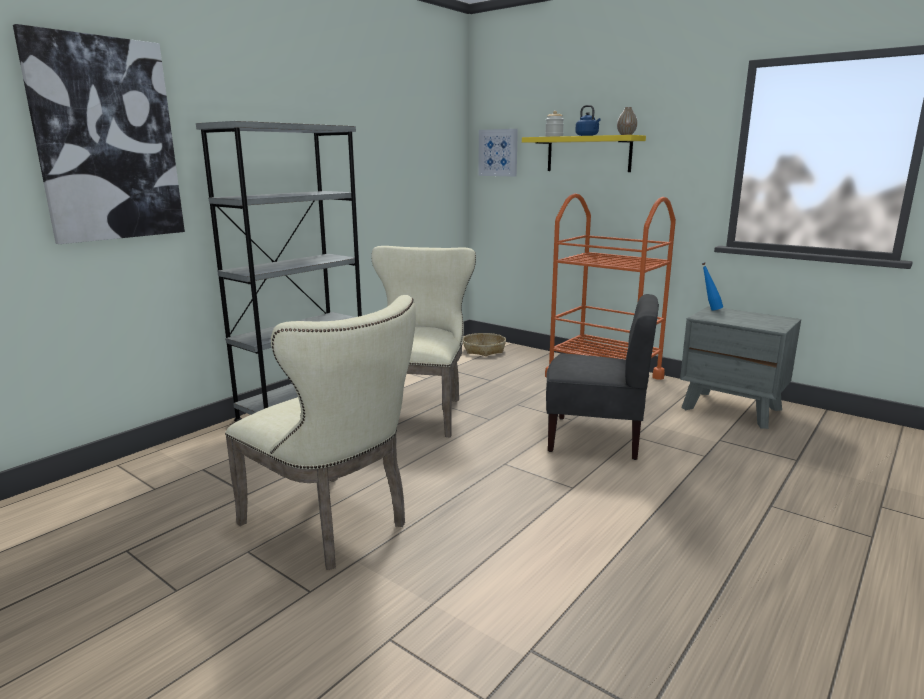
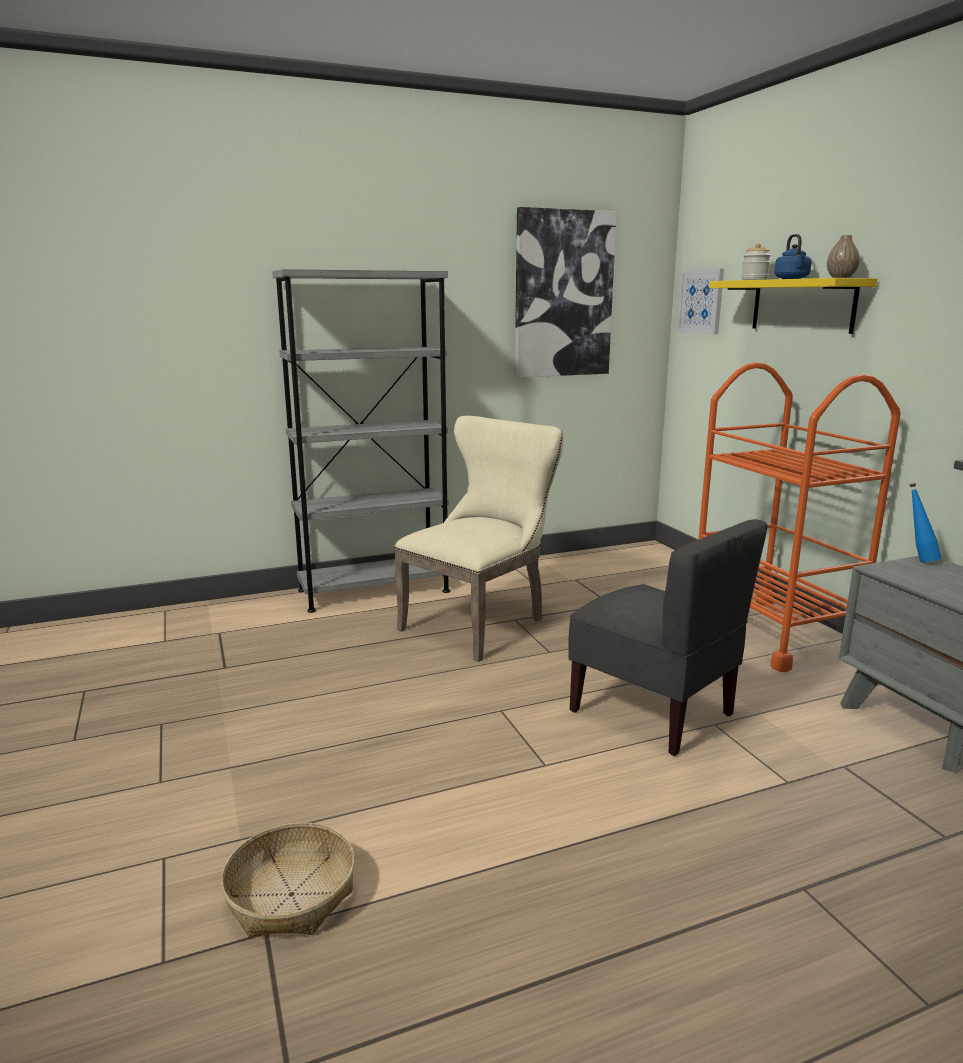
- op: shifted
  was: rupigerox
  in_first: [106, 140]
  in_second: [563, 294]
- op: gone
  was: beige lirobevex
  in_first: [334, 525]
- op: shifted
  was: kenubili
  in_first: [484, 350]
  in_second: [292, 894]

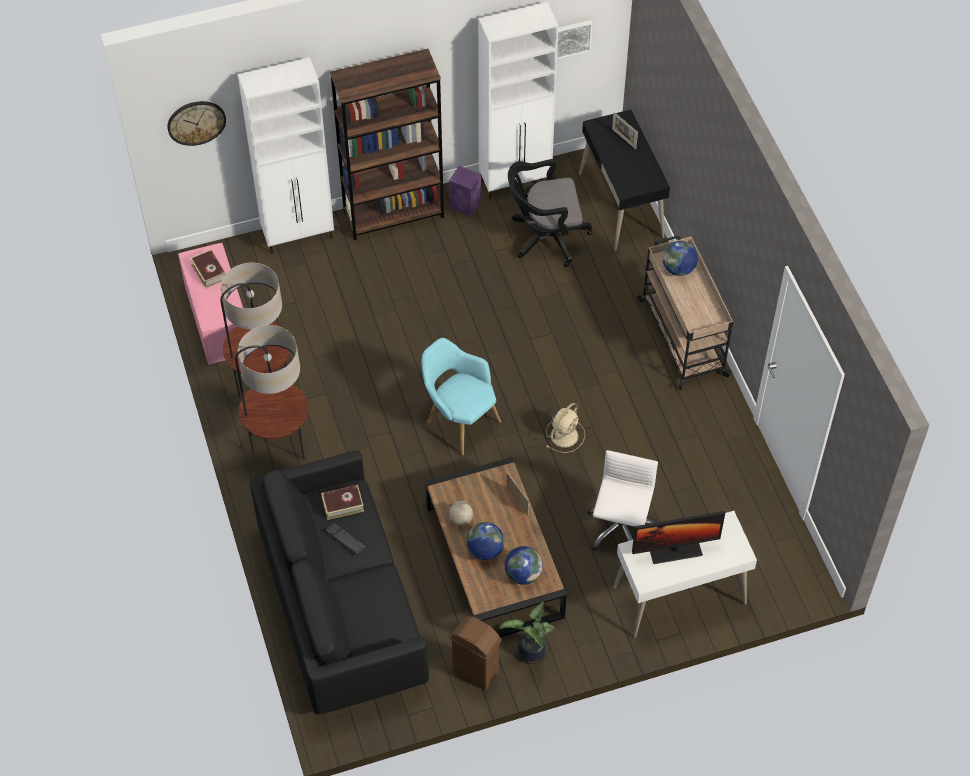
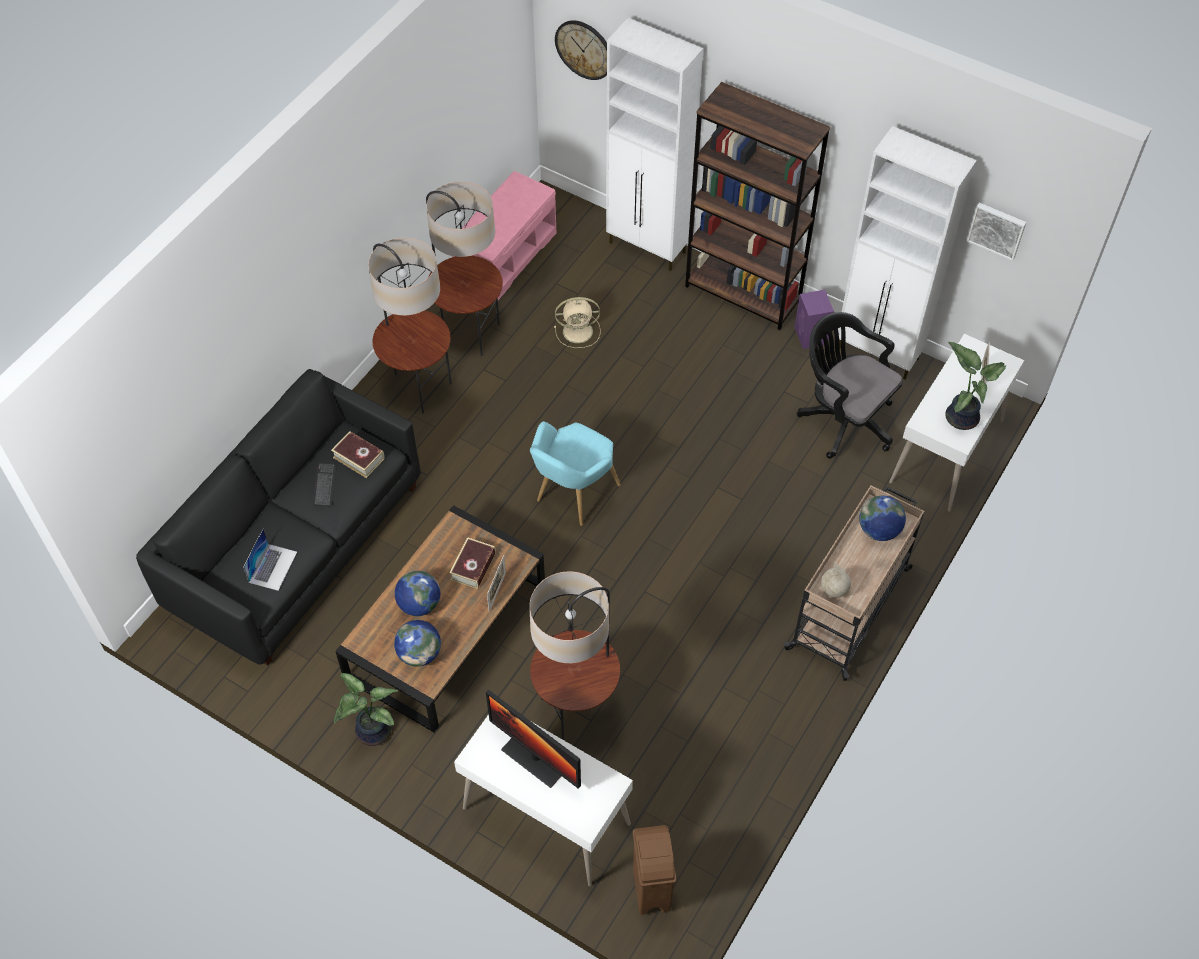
- op: shifted
  was: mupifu
  in_first: [209, 271]
  in_second: [473, 566]
- op: rotated
  was: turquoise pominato
  in_first: [459, 420]
  in_second: [572, 495]
  clockwise: -150
- op: shifted
  was: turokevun
  in_first: [461, 520]
  in_second: [834, 590]
- op: shifted
  was: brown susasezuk
  in_first: [475, 671]
  in_second: [651, 888]
- op: shifted
  was: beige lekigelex
  in_first: [565, 434]
  in_second: [579, 331]
- op: repainted
  was: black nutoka
  now: white nutoka
  in_first: [621, 205]
  in_second: [947, 451]
- op: swapped
  was: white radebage
  now: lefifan
  in_first: [620, 528]
  in_second: [576, 709]
- op: new
  now: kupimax
  in_second: [273, 567]
- op: new
  now: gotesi
  in_second: [961, 416]

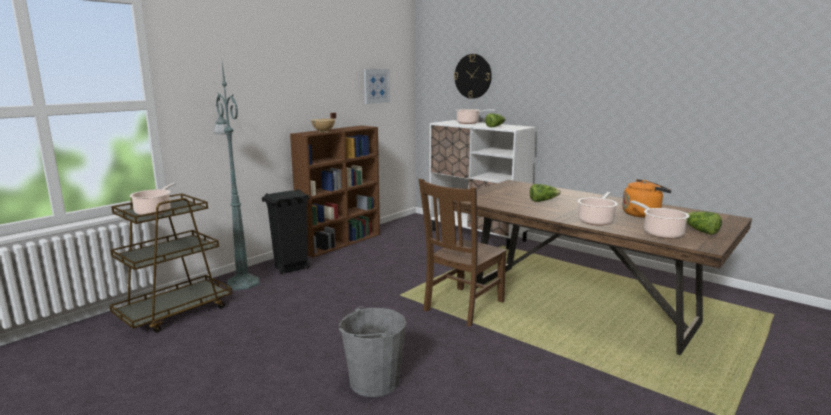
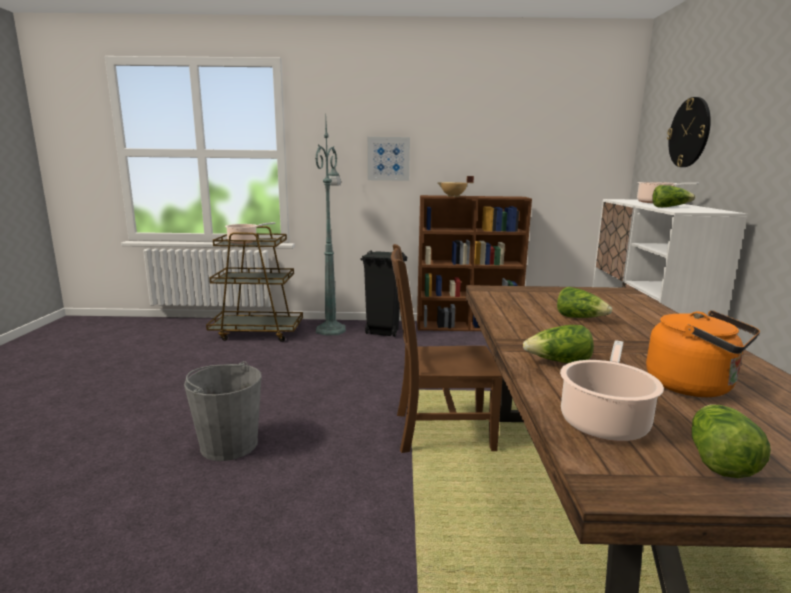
- op: shifted
  was: rupigerox
  in_first: [376, 86]
  in_second: [388, 159]
- op: swapped
  was: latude
  now: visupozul
  in_first: [596, 221]
  in_second: [558, 362]

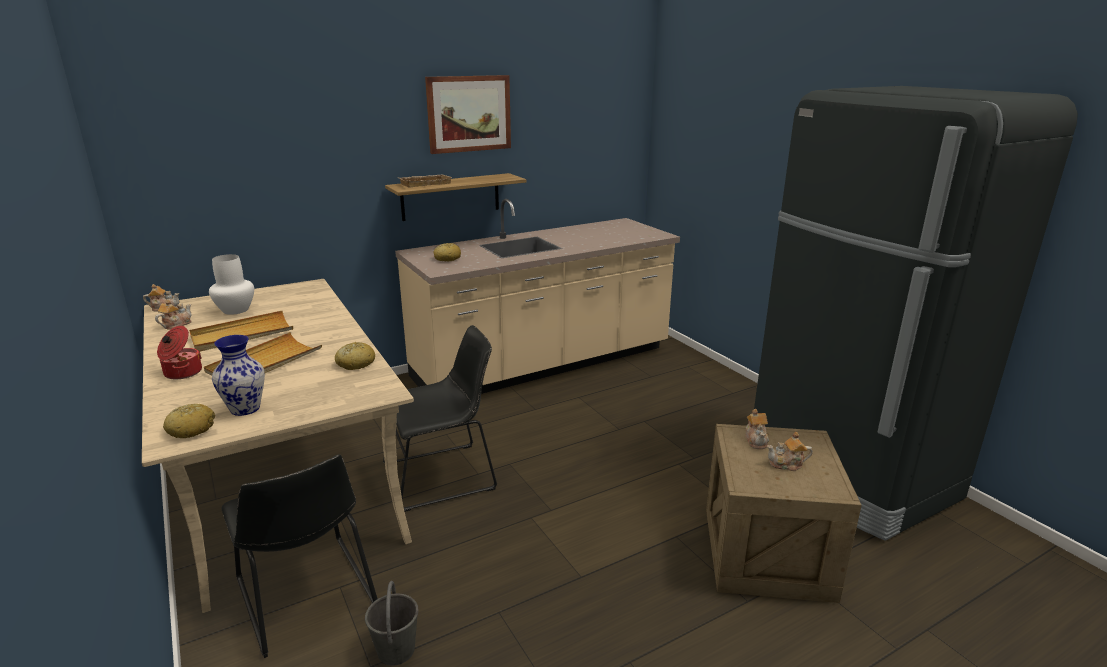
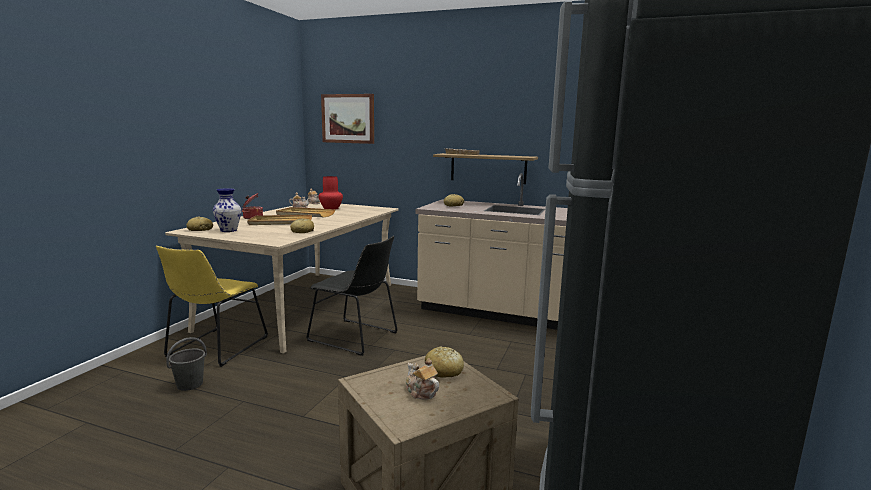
- op: repainted
  was: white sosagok
  now: red sosagok
  in_first: [235, 310]
  in_second: [331, 208]
- op: repainted
  was: black lirobevex
  now: yellow lirobevex
  in_first: [308, 597]
  in_second: [215, 348]
- op: shifted
  was: rupigerox
  in_first: [469, 113]
  in_second: [348, 118]
- op: swapped
  was: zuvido
  now: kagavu
  in_first: [756, 440]
  in_second: [444, 370]

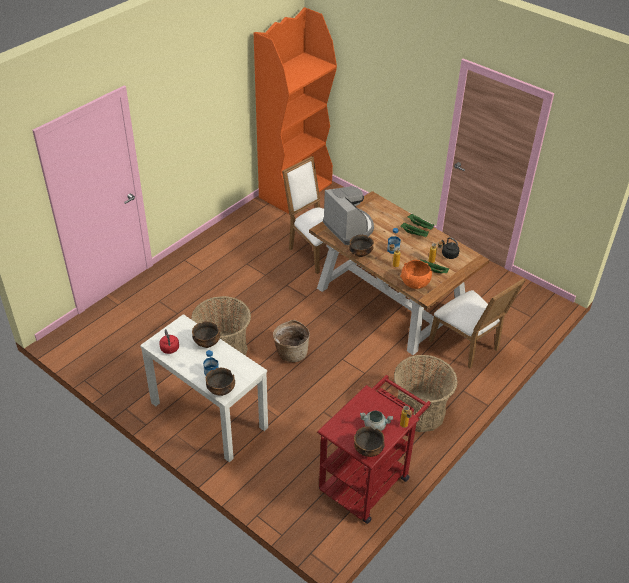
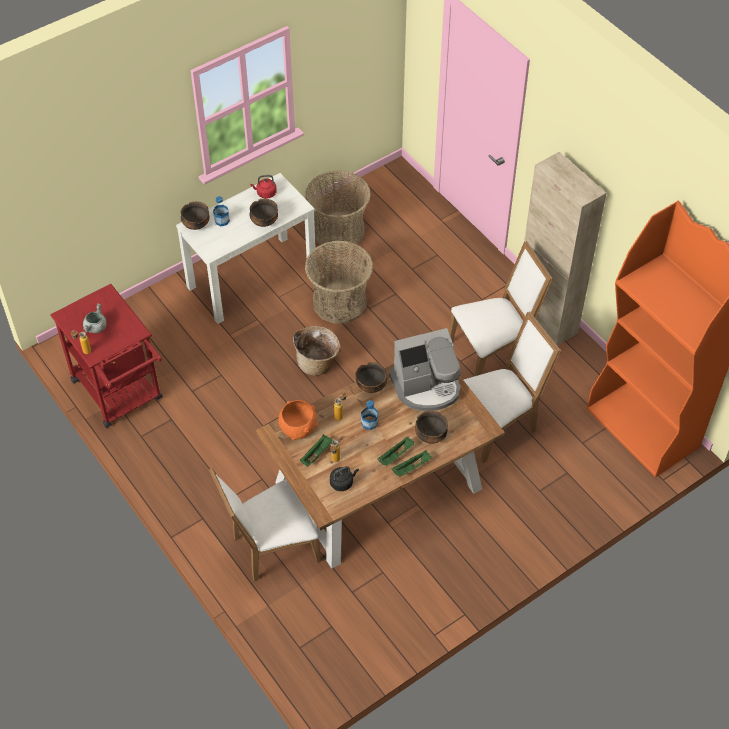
- op: shifted
  was: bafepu
  in_first: [368, 450]
  in_second: [430, 436]
- op: shifted
  was: kenubili
  in_first: [419, 412]
  in_second: [338, 231]
- op: new
  now: white lirobevex
  in_second: [493, 352]
- op: new
  now: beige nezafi
  in_second: [546, 319]

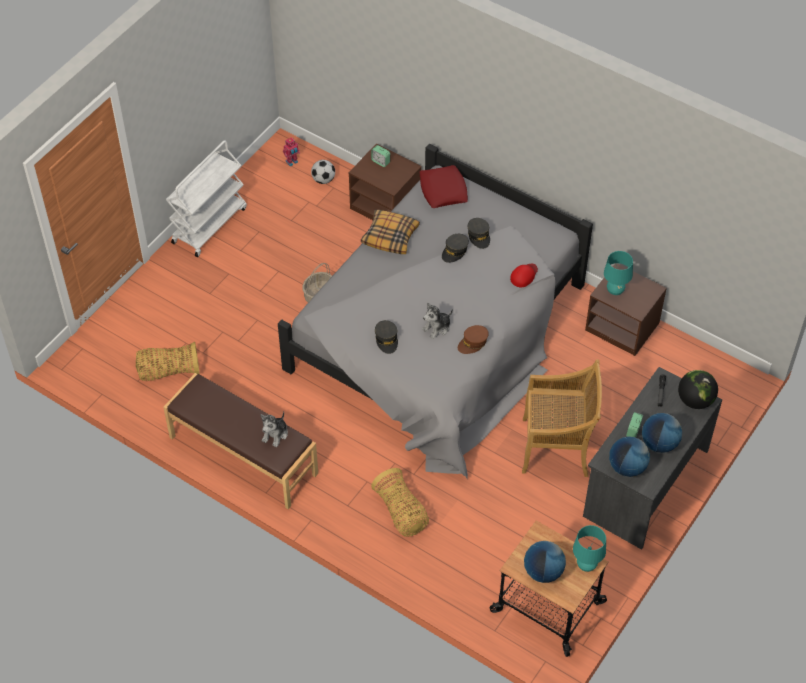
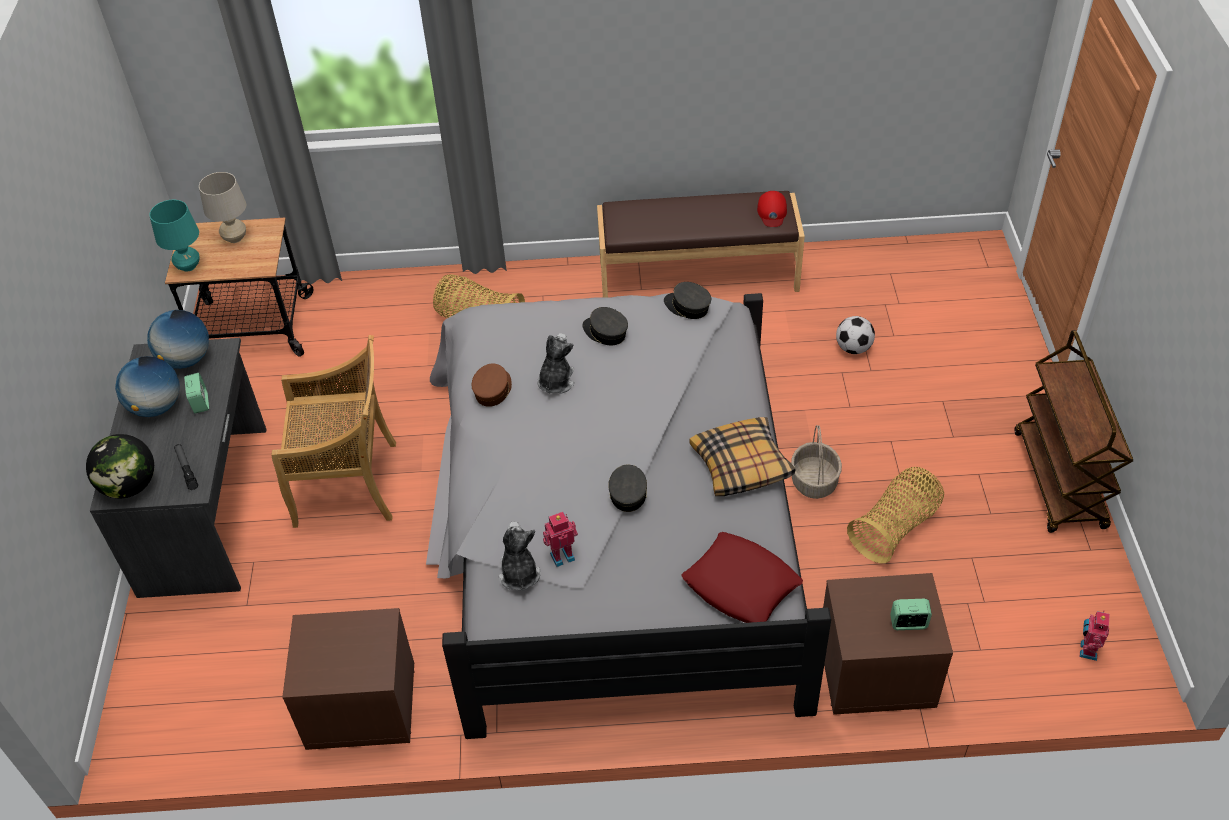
- op: shifted
  was: kenubili
  in_first: [168, 371]
  in_second: [895, 528]
- op: repainted
  was: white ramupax
  now: brown ramupax
  in_first: [209, 224]
  in_second: [1059, 481]
- op: shifted
  was: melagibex
  in_first: [275, 434]
  in_second: [519, 574]
- op: shifted
  was: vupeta
  in_first: [323, 180]
  in_second: [853, 348]
- op: shifted
  was: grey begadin
  in_first: [479, 236]
  in_second: [687, 307]
- op: shifted
  was: red begadin
  in_first: [524, 275]
  in_second: [772, 212]
- op: rotated
  was: beige lirobevex
  in_first: [557, 447]
  in_second: [348, 484]
  clockwise: -150
- op: swapped
  was: turokevun
  now: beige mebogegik
  in_first: [543, 571]
  in_second: [235, 238]
- op: gone
  was: turquoise mebogegik
  in_first: [615, 291]
- op: new
  now: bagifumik
  in_second: [561, 555]

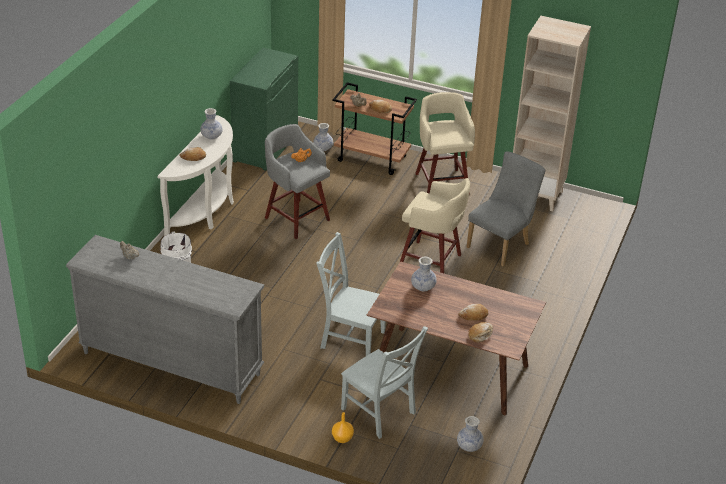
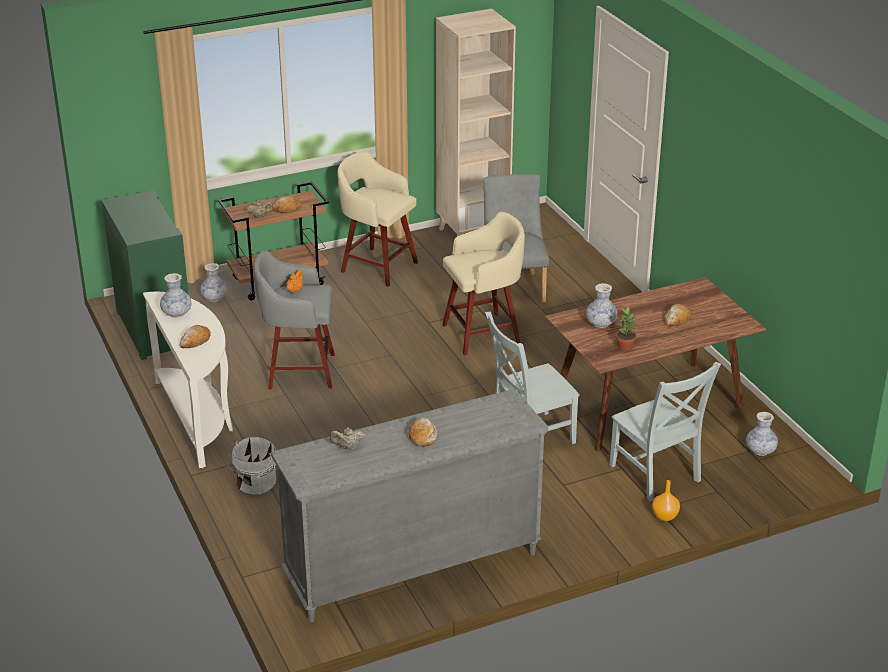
- op: rotated
  was: grey lirobevex
  in_first: [380, 413]
  in_second: [656, 475]
  clockwise: 60
- op: shifted
  was: kagavu
  in_first: [480, 335]
  in_second: [422, 436]
- op: new
  now: gotesi
  in_second: [625, 345]

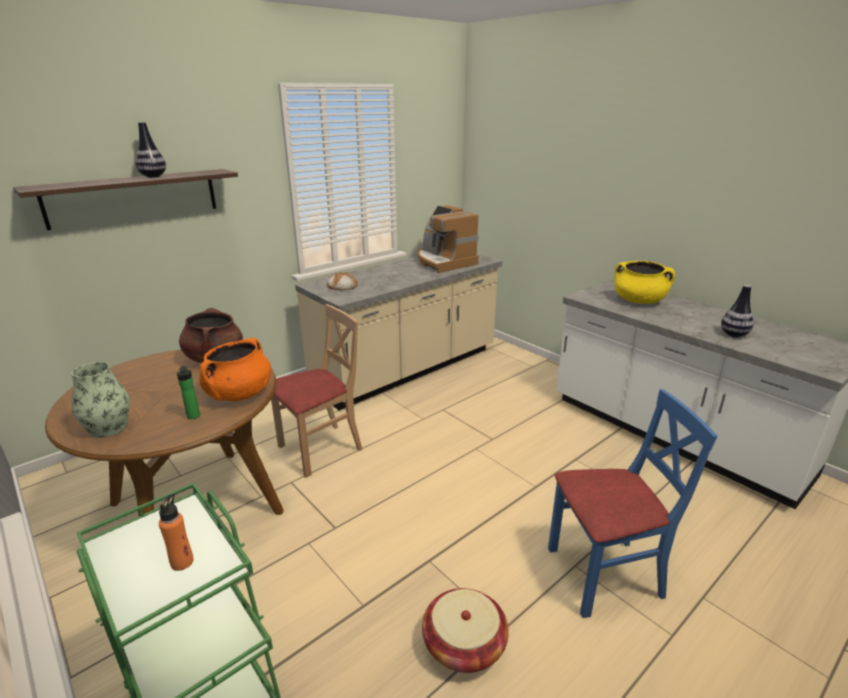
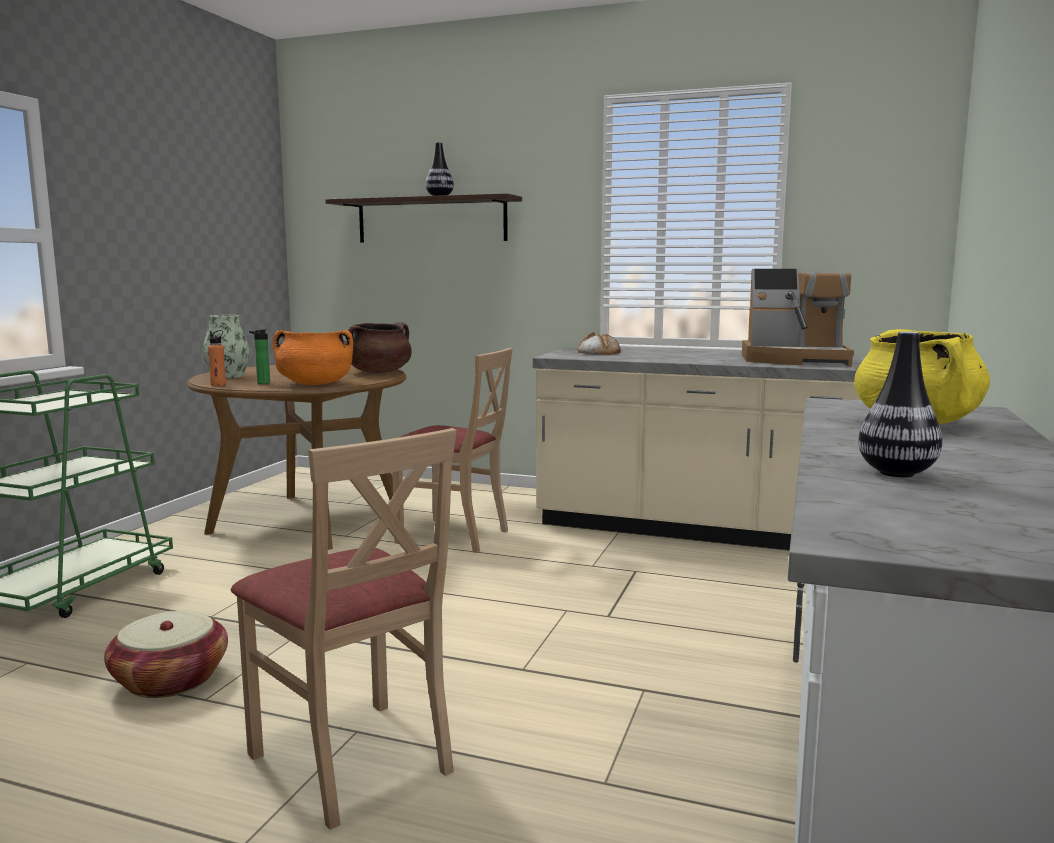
- op: shifted
  was: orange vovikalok
  in_first: [182, 562]
  in_second: [218, 384]
- op: rotated
  was: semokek
  in_first: [443, 262]
  in_second: [795, 360]
  clockwise: -105
- op: repainted
  was: blue lirobevex
  now: beige lirobevex
  in_first: [604, 574]
  in_second: [353, 760]

